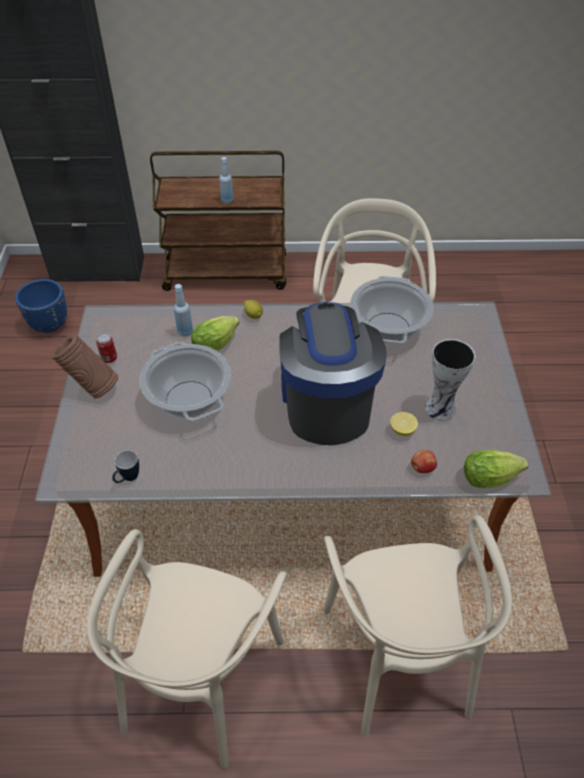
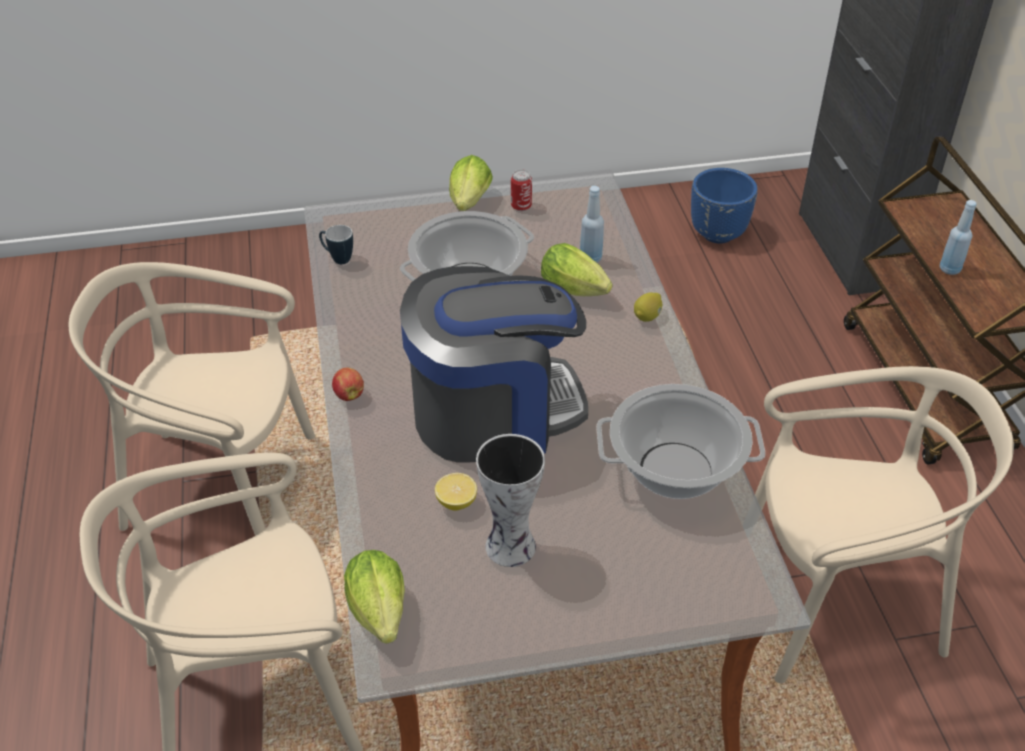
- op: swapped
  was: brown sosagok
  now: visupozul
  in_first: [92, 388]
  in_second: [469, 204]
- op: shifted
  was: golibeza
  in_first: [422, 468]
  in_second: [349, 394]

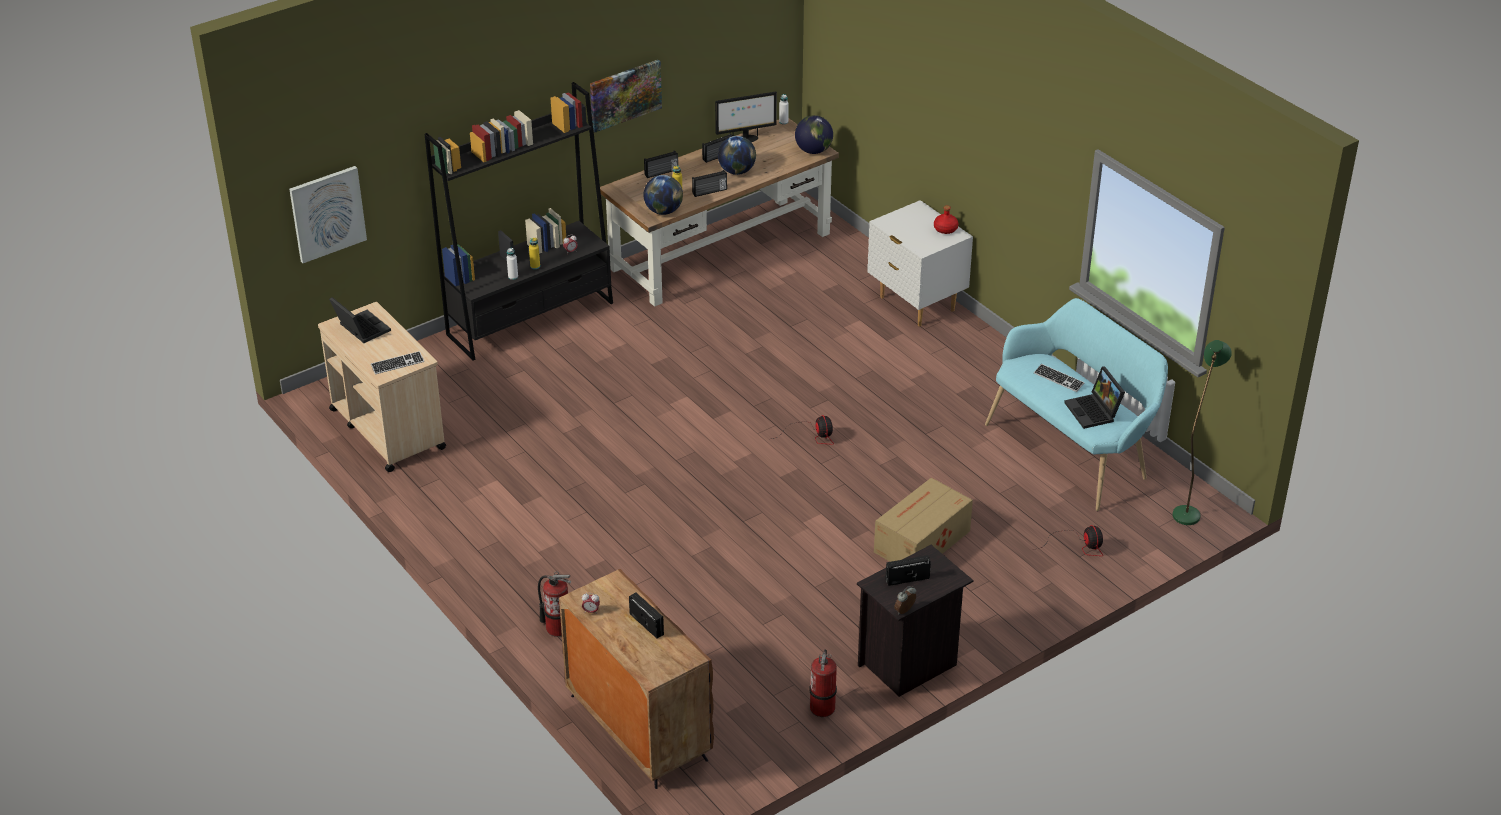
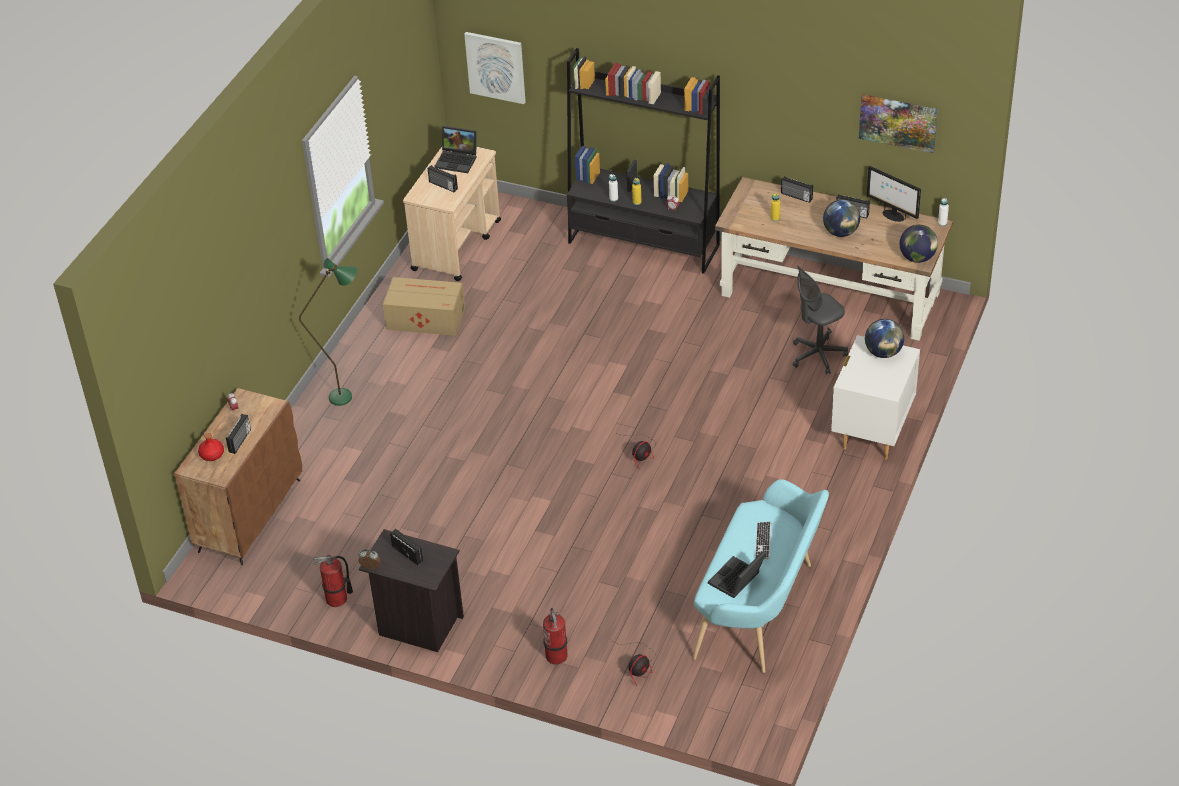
- op: rotated
  was: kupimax
  in_first: [360, 328]
  in_second: [458, 160]
  clockwise: 90
- op: gone
  was: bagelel
  in_first: [397, 364]
- op: shifted
  was: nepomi
  in_first: [558, 627]
  in_second: [556, 655]
- op: shifted
  was: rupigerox
  in_first: [625, 95]
  in_second: [898, 122]
- op: shifted
  was: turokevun
  in_first: [663, 211]
  in_second: [883, 353]
- op: shifted
  was: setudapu
  in_first: [710, 192]
  in_second: [443, 186]
- op: shifted
  was: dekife
  in_first: [920, 542]
  in_second: [424, 318]
- op: shifted
  was: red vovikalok
  in_first: [945, 229]
  in_second: [211, 454]
- op: shifted
  was: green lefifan
  in_first: [1188, 509]
  in_second: [349, 396]
- op: new
  now: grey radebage
  in_second: [817, 356]

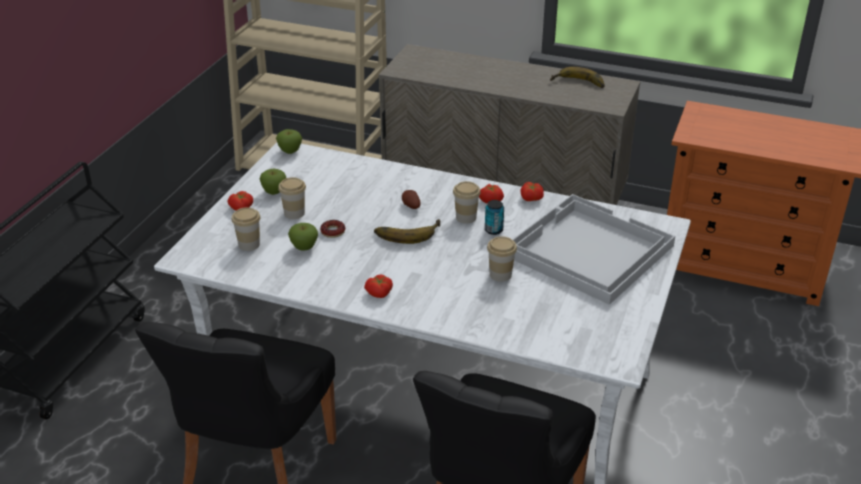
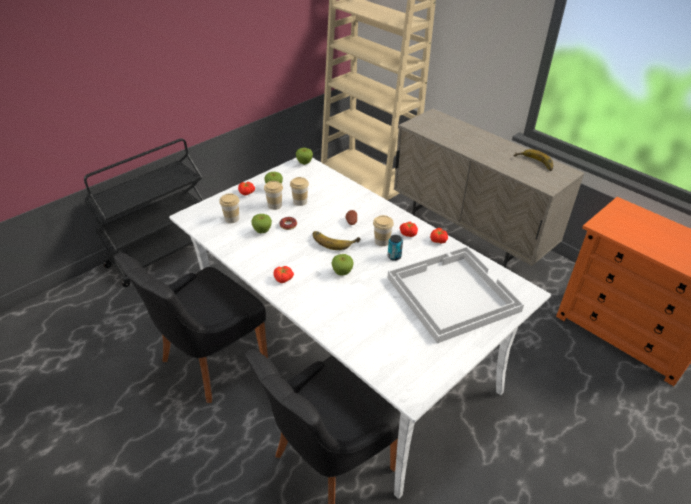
- op: shifted
  was: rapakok
  in_first: [500, 275]
  in_second: [300, 201]
- op: new
  now: golibeza
  in_second: [342, 272]

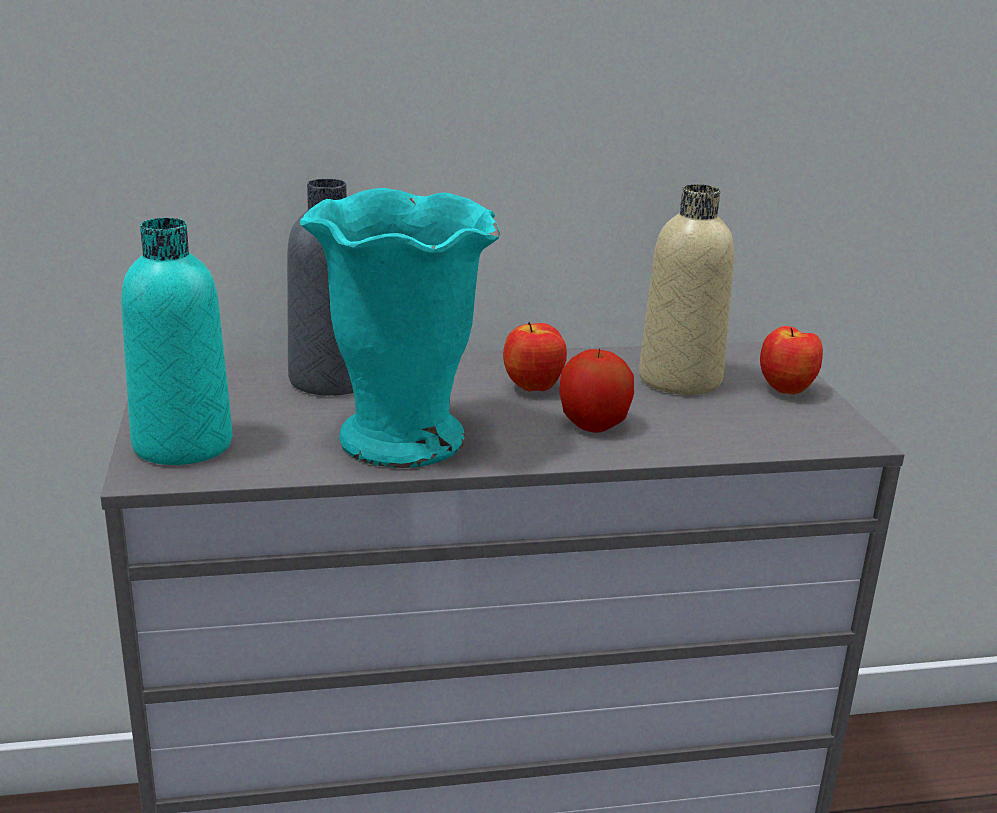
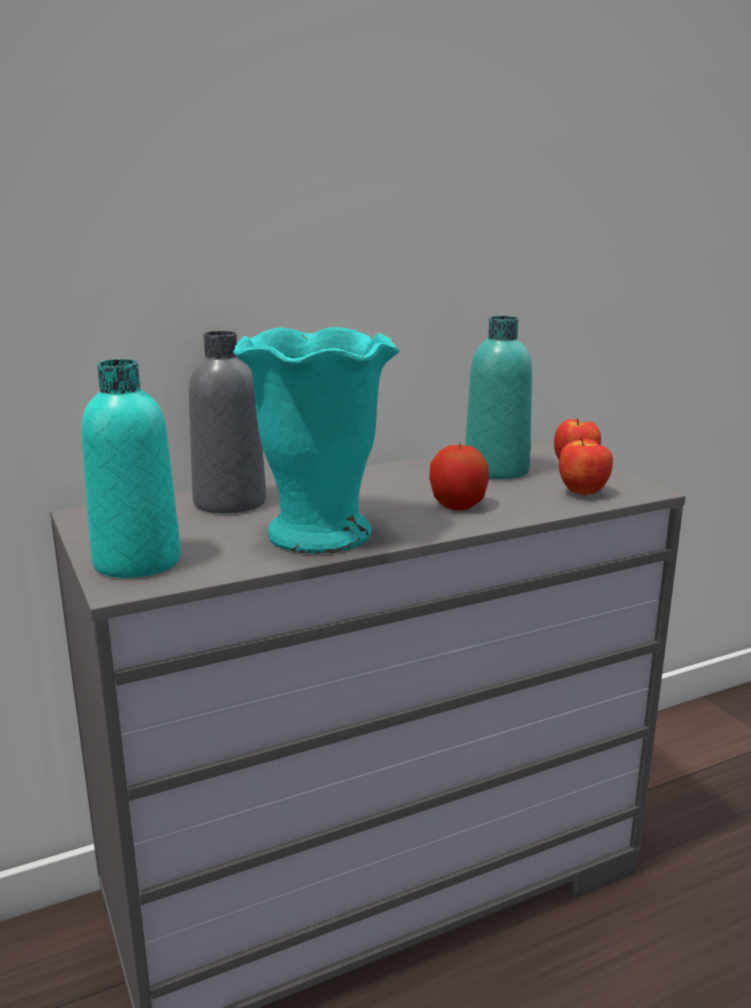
- op: shifted
  was: golibeza
  in_first: [533, 389]
  in_second: [582, 493]
- op: repainted
  was: beige vovikalok
  now: turquoise vovikalok
  in_first: [680, 380]
  in_second: [496, 470]

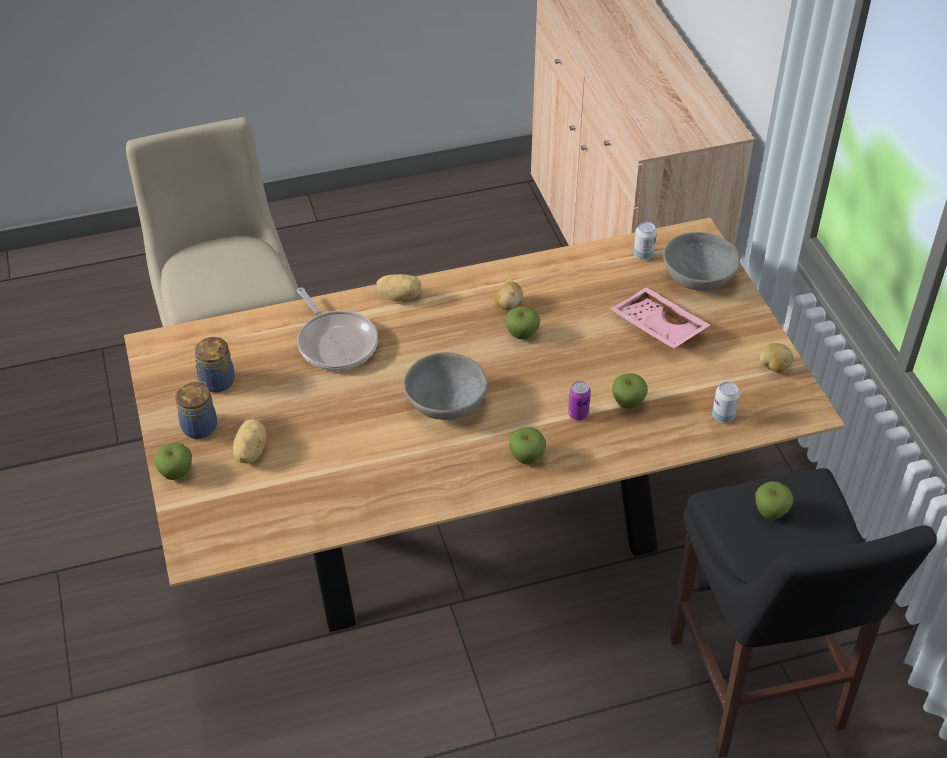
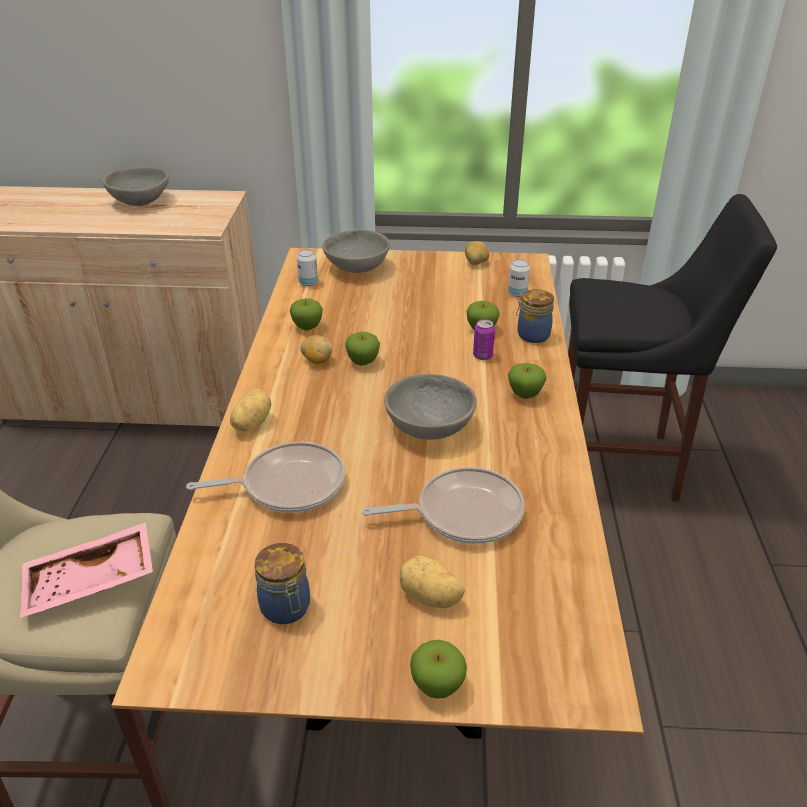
- op: shifted
  was: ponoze
  in_first: [200, 426]
  in_second: [532, 335]
- op: shifted
  was: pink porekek
  in_first: [656, 327]
  in_second: [91, 583]
- op: shifted
  was: golibeza
  in_first: [770, 512]
  in_second: [307, 327]
- op: new
  now: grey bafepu
  in_second: [140, 201]
- op: new
  now: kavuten
  in_second: [463, 513]

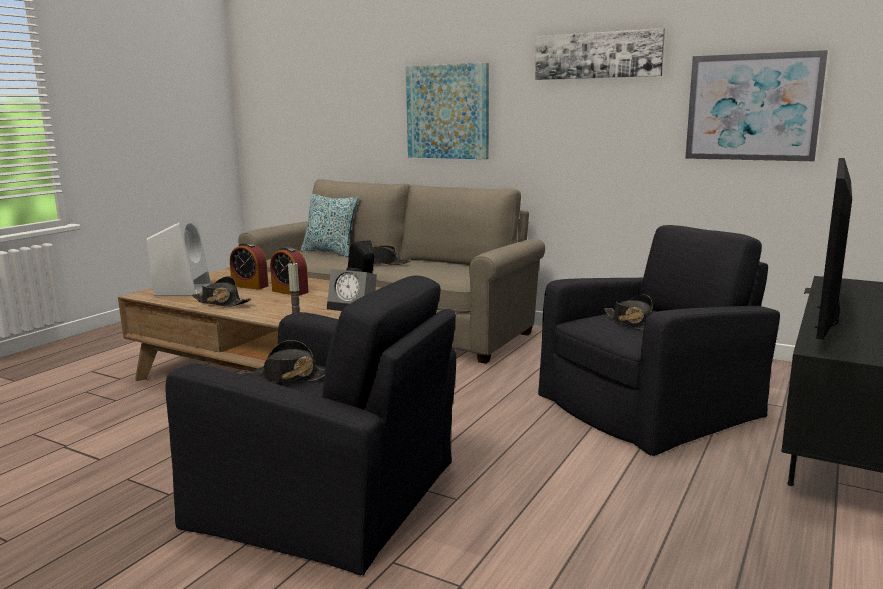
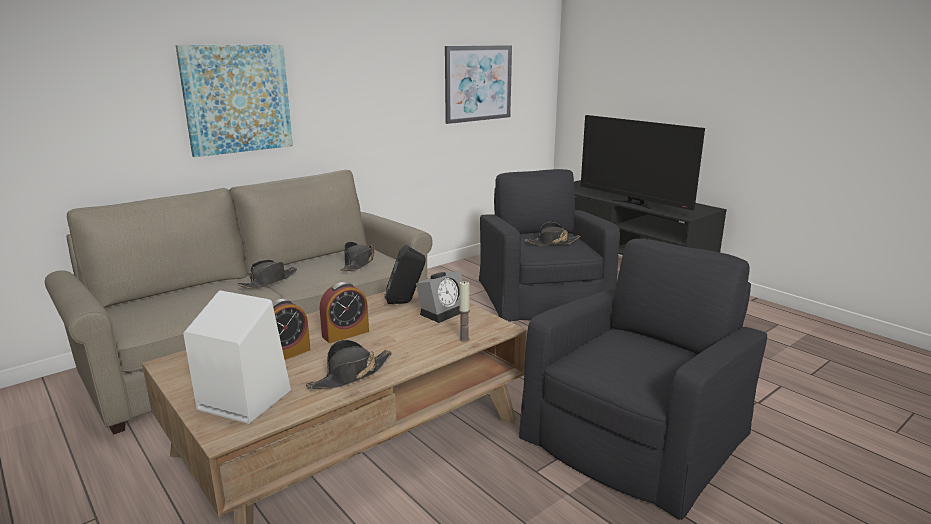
- op: shifted
  was: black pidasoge
  in_first: [290, 377]
  in_second: [358, 263]
- op: gone
  was: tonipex
  in_first: [330, 252]
- op: gone
  was: rupigerox
  in_first: [597, 55]

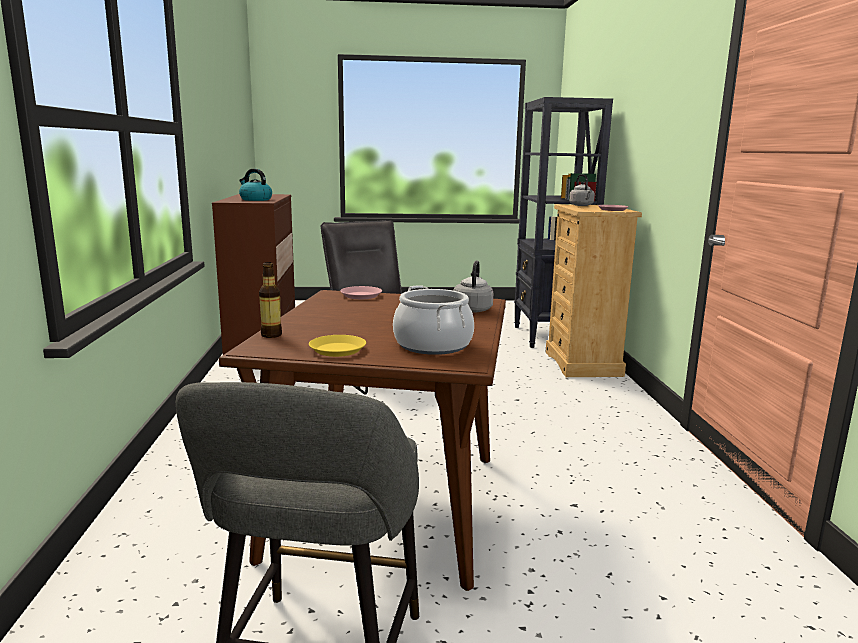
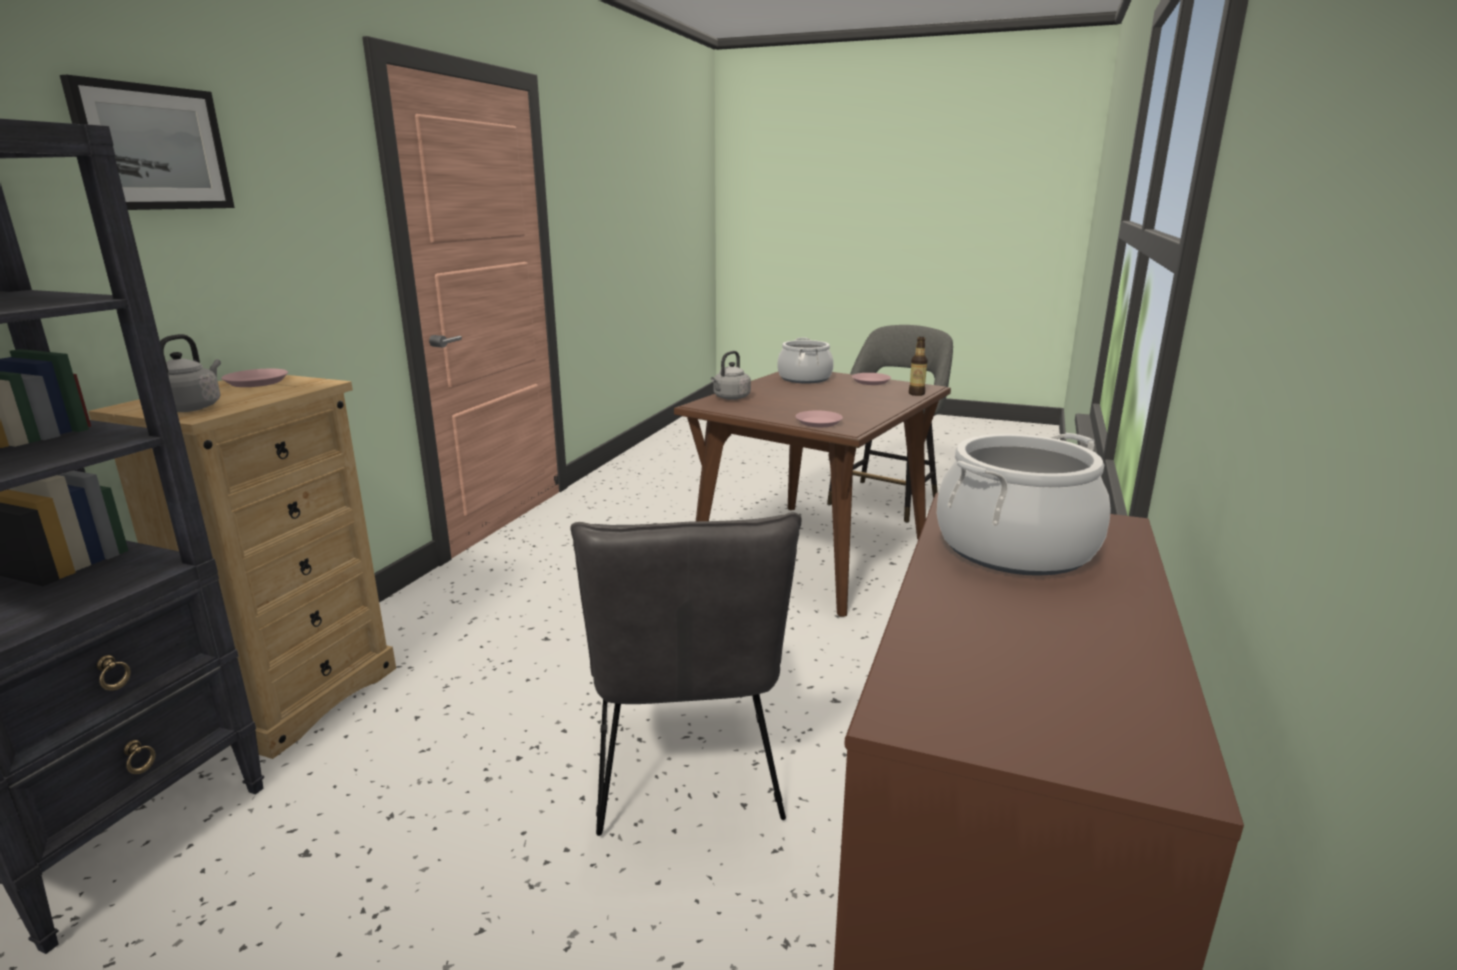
- op: swapped
  was: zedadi
  now: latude
  in_first: [255, 199]
  in_second: [1014, 548]
- op: repainted
  was: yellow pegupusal
  now: pink pegupusal
  in_first: [337, 350]
  in_second: [871, 382]
- op: new
  now: rupigerox
  in_second: [152, 148]

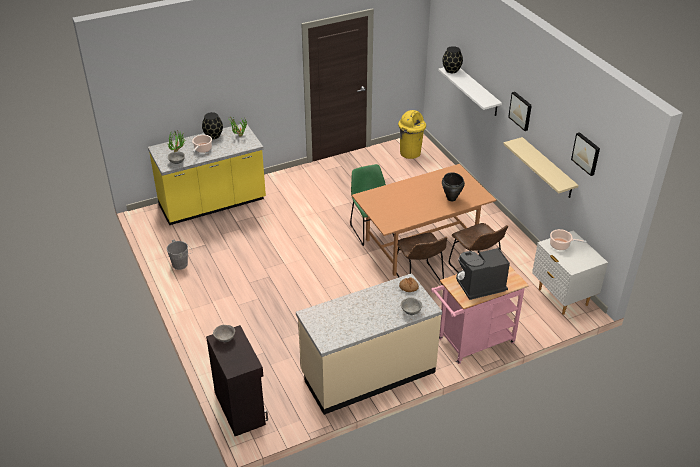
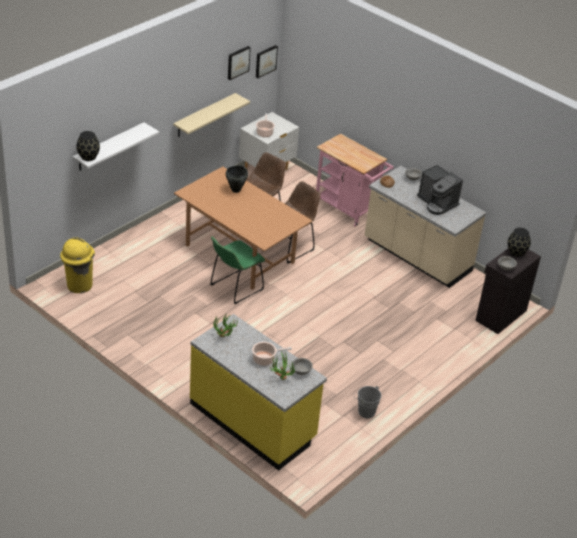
- op: shifted
  was: black sosagok
  in_first: [213, 136]
  in_second: [516, 252]
- op: shifted
  was: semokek
  in_first: [479, 286]
  in_second: [437, 203]
- op: shifted
  was: rupigerox
  in_first: [521, 110]
  in_second: [265, 61]

